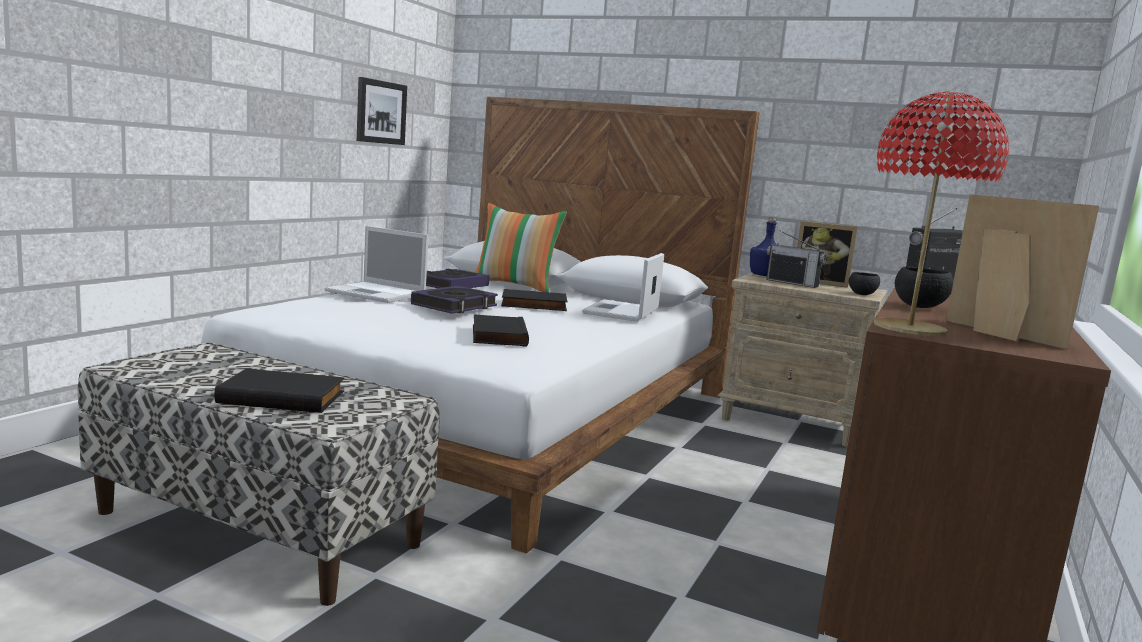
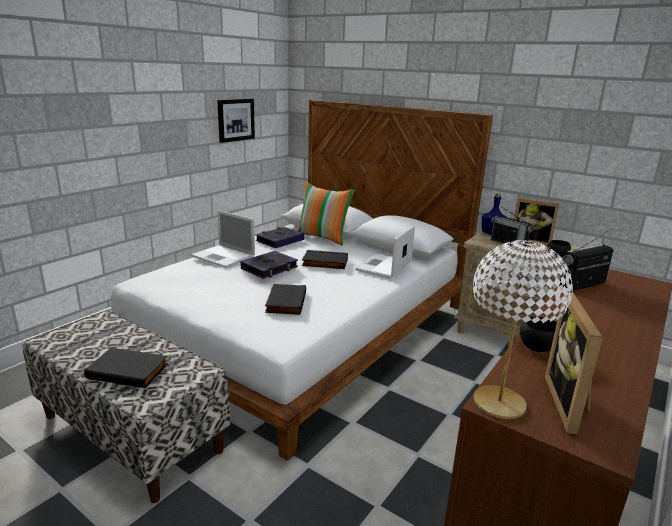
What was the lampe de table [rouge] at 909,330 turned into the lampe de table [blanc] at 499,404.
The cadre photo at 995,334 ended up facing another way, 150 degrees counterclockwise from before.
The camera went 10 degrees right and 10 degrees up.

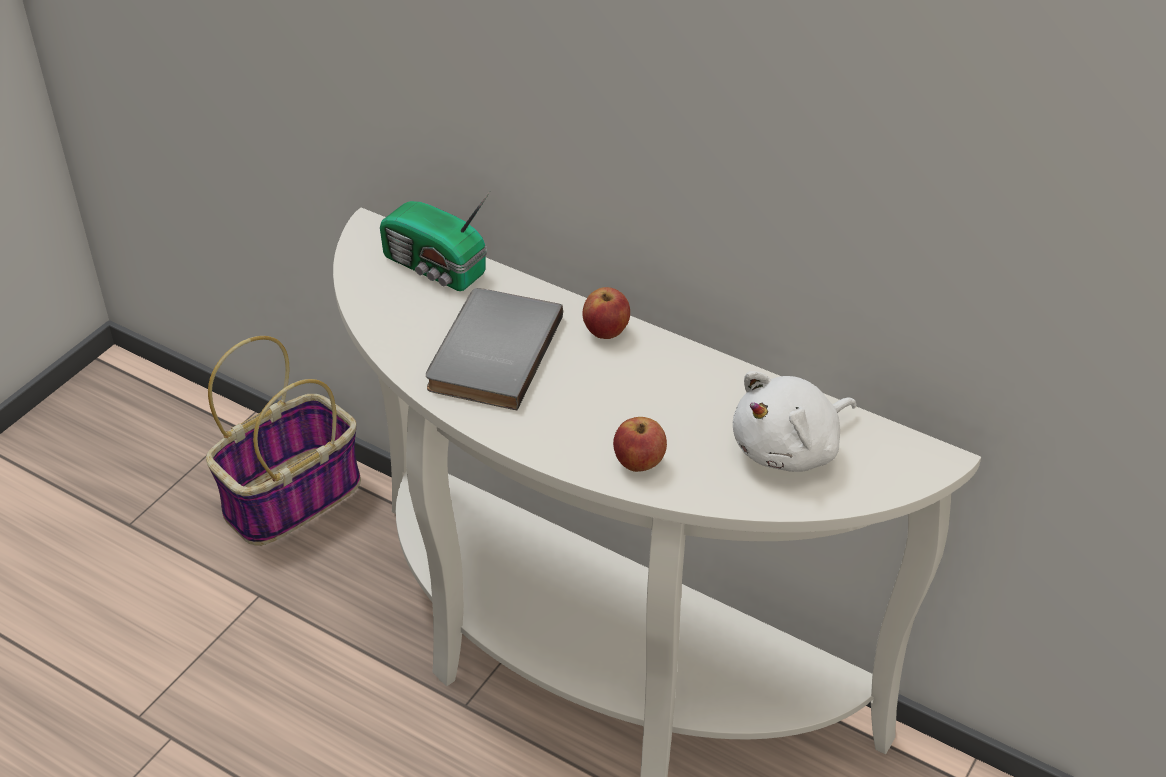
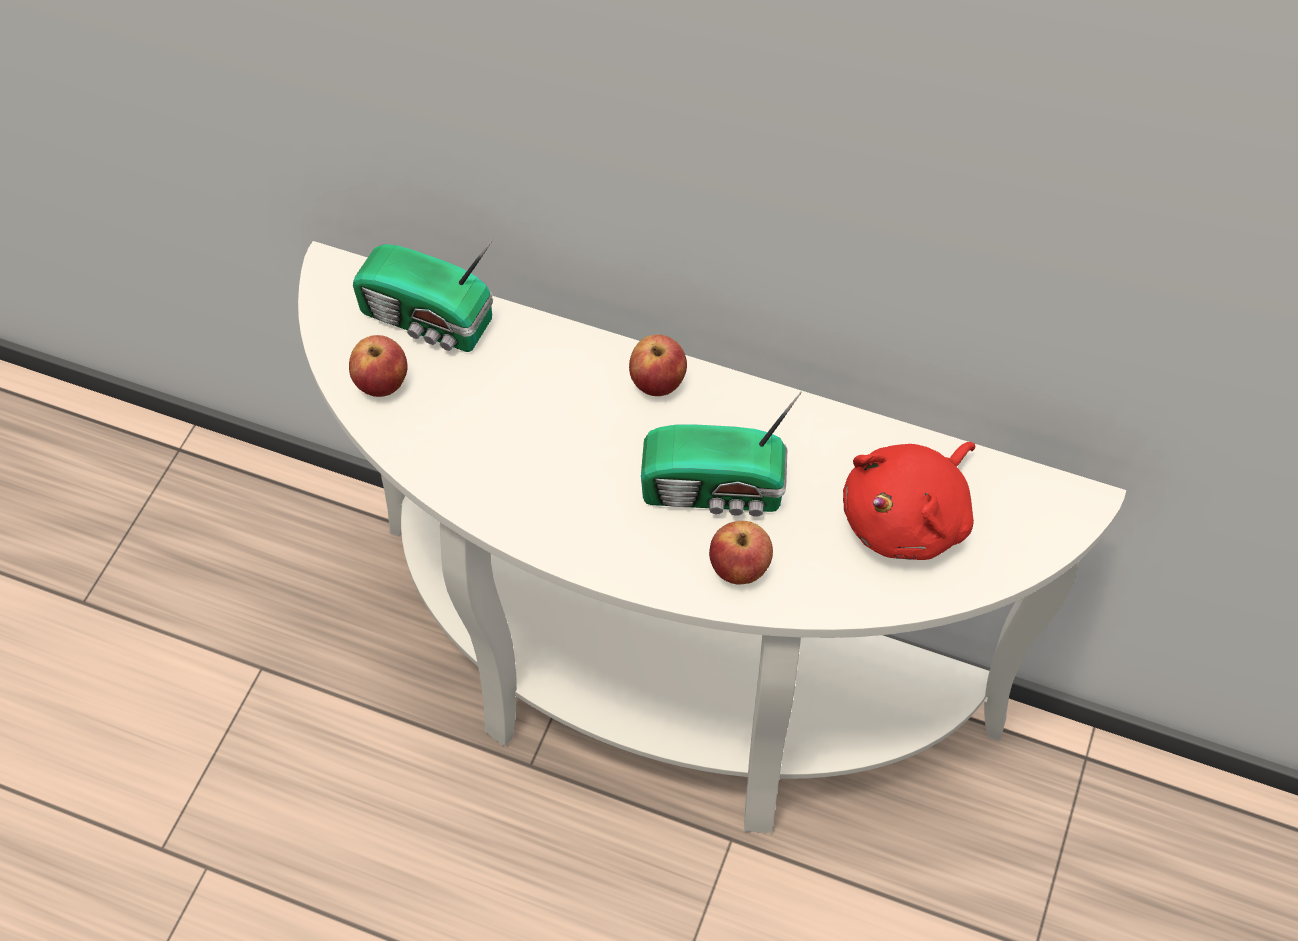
The second view lost the panier at 293,496.
The second view lost the livre [gris] at 490,352.
What was the peluche [blanc] at 790,449 turned into the peluche [rouge] at 909,517.
The second view gained the pomme at 383,383.
The second view gained the radio at 717,491.
The camera went 10 degrees left and 15 degrees up.

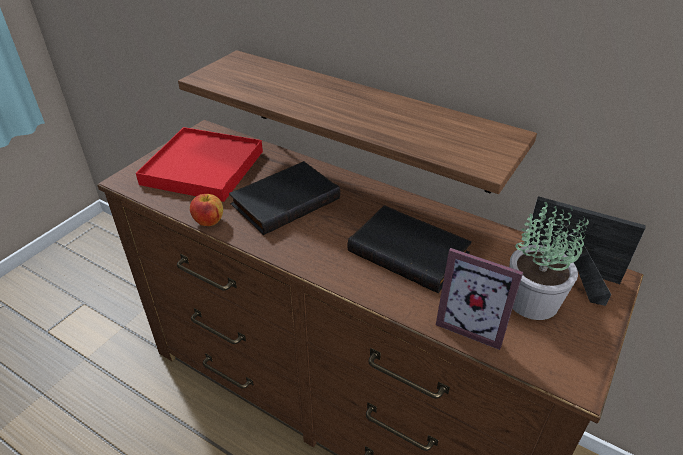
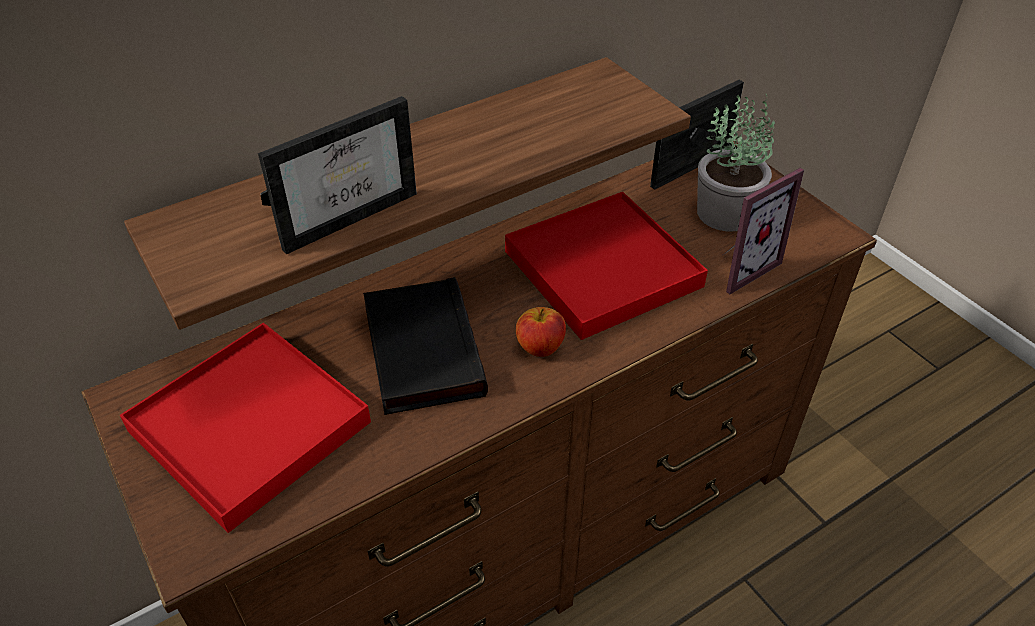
The pomme ended up elsewhere, having gone from 209,221 to 540,347.
Where the livre [noir] stood at 410,251, the plateau [rouge] came to stand at 602,268.
The second view gained the cadre photo at 346,212.
The camera went 65 degrees left and 5 degrees up.

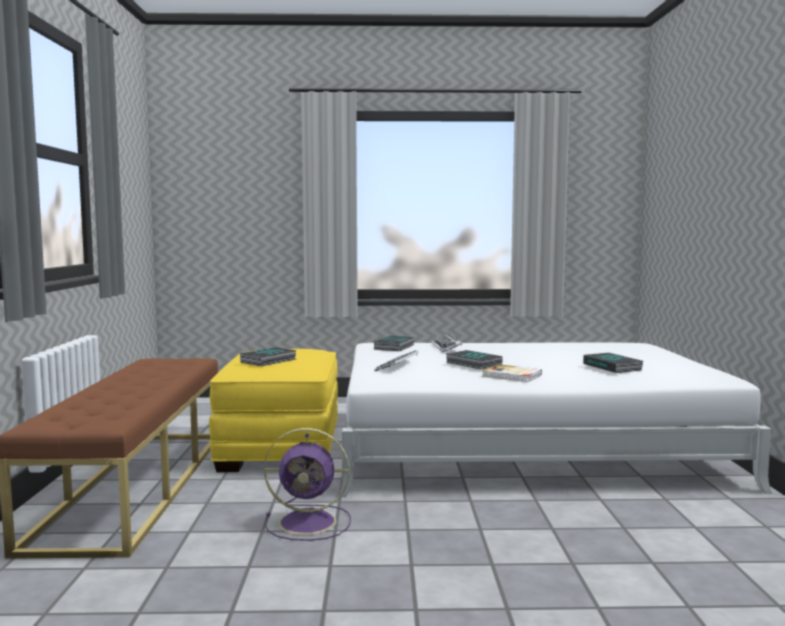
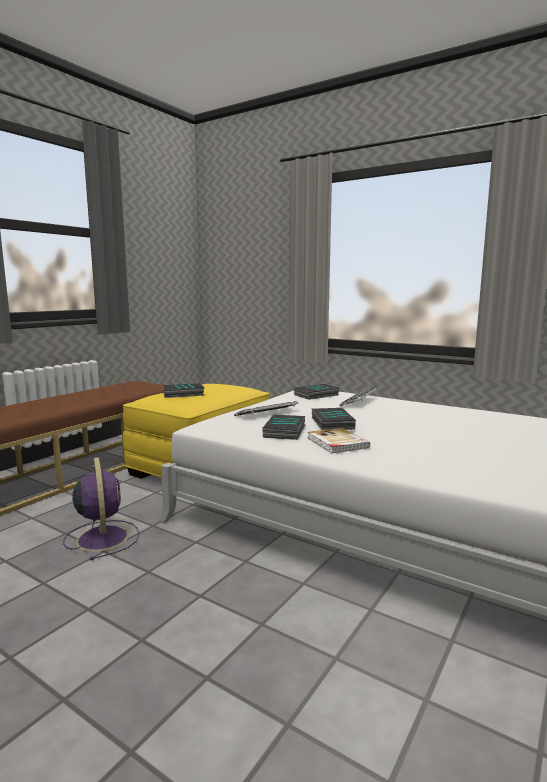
The ventilateur [violet] at 310,522 ended up facing another way, 150 degrees counterclockwise from before.
The livre ended up elsewhere, having gone from 613,367 to 285,431.
The camera went 35 degrees right and 5 degrees up.

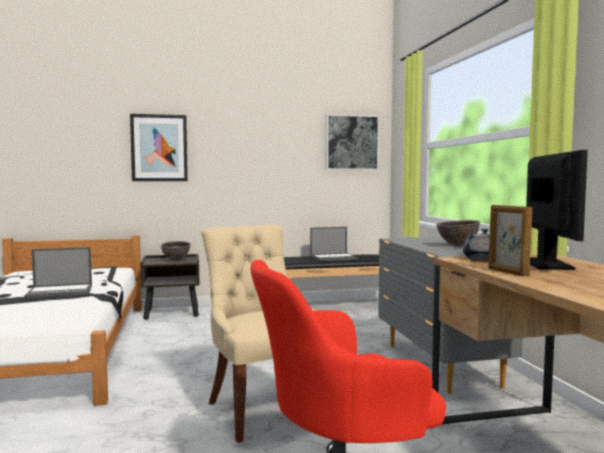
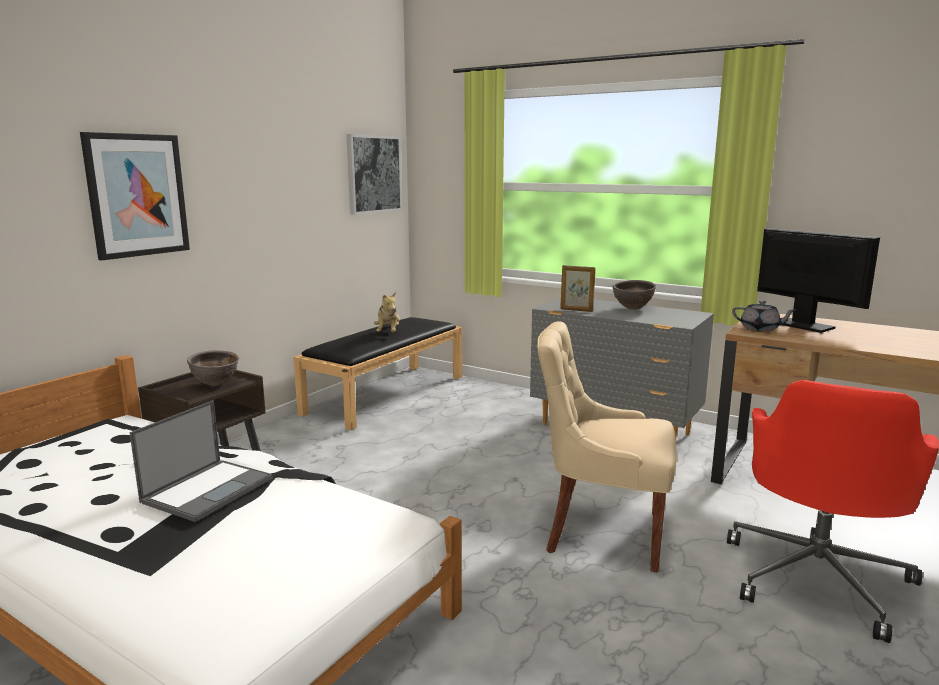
Where the ordinateur portable stood at 334,258, the peluche came to stand at 388,333.
The cadre photo ended up elsewhere, having gone from 507,272 to 576,310.
The camera went 45 degrees left and 10 degrees up.

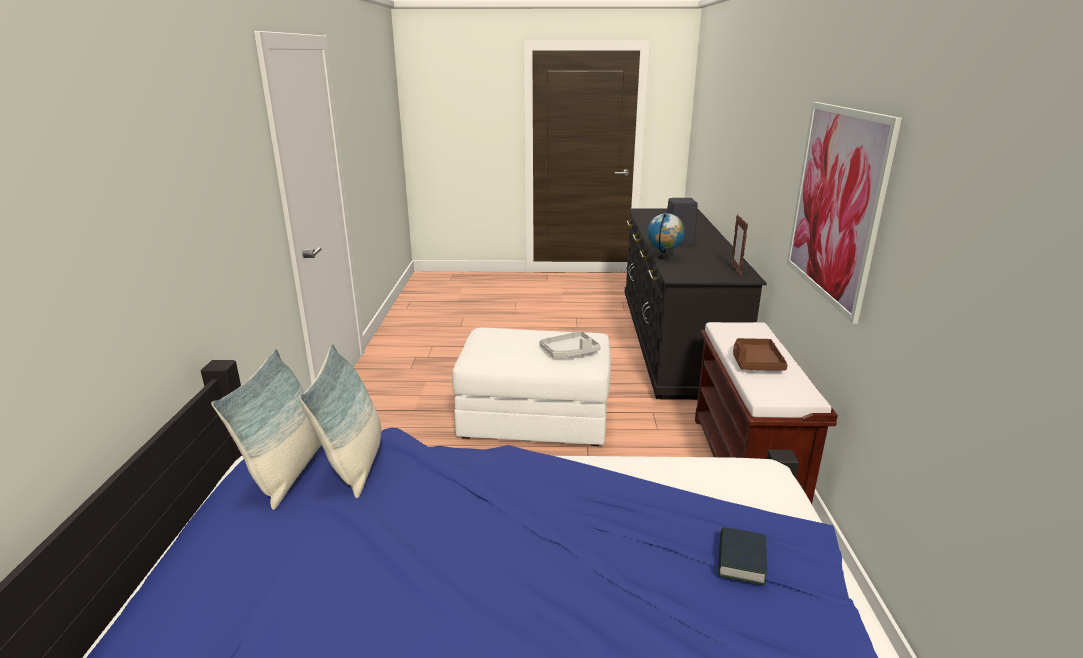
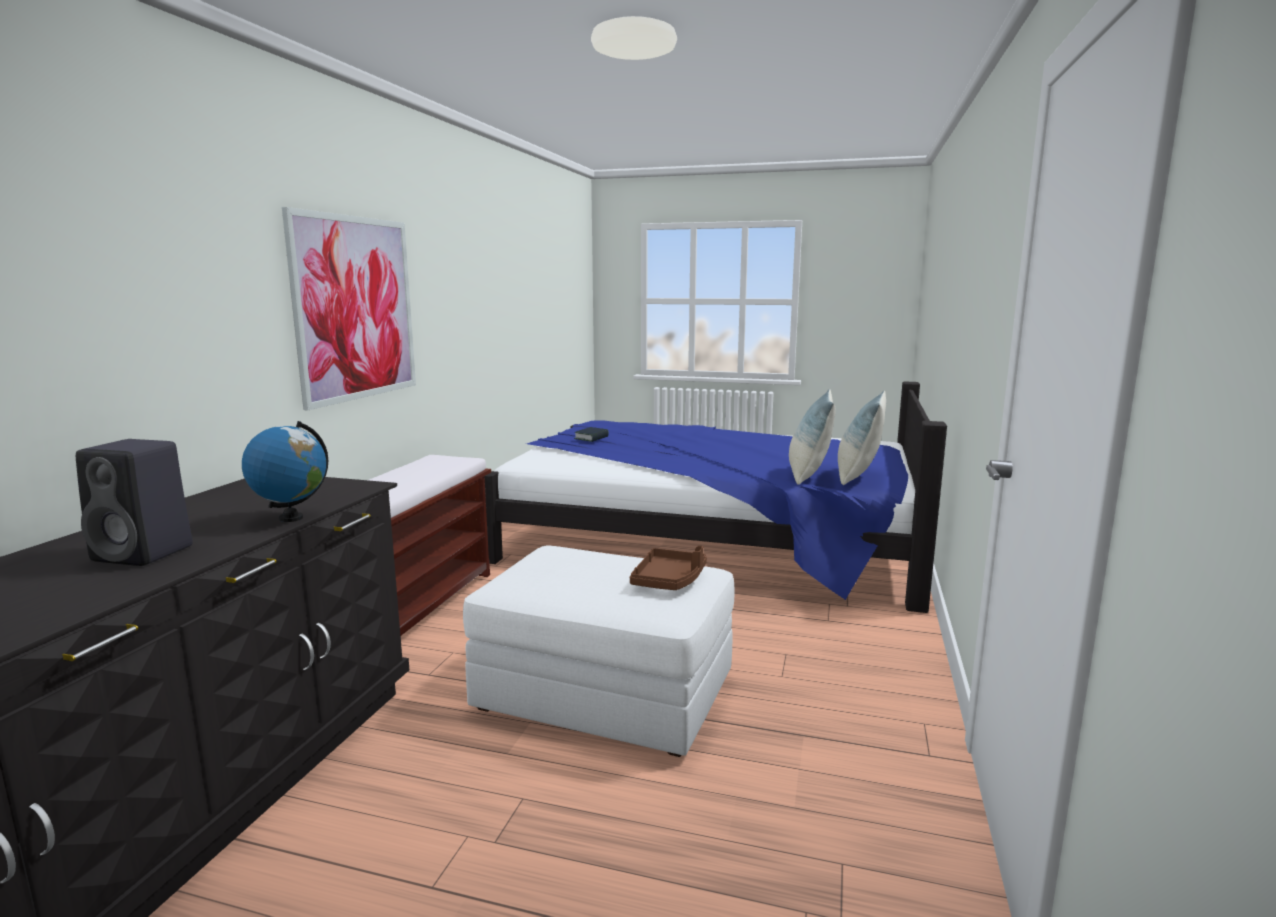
The second view lost the plateau [gris] at 570,352.
The second view lost the cadre photo at 736,270.
The plateau [marron] ended up elsewhere, having gone from 755,362 to 669,580.
The camera went 165 degrees left and 10 degrees down.

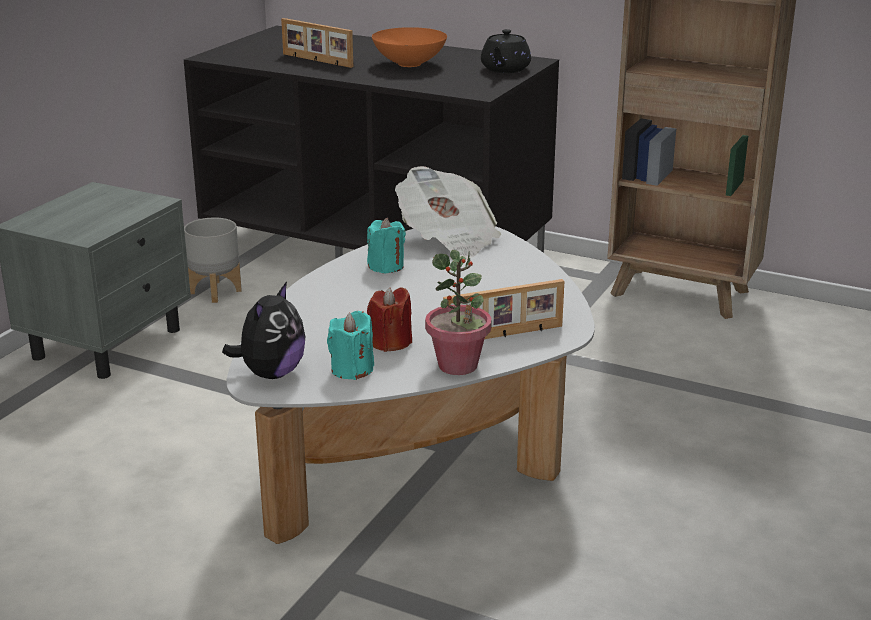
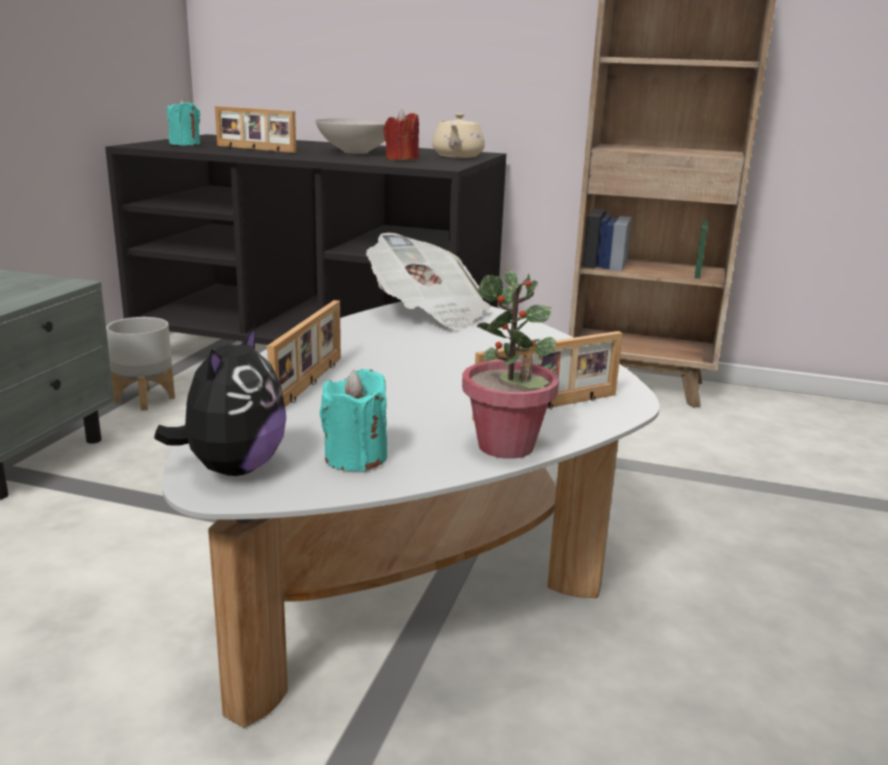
The bougie [turquoise] ended up elsewhere, having gone from 386,266 to 185,144.
The bougie [rouge] ended up elsewhere, having gone from 390,342 to 401,159.
What was the bol [orange] at 408,64 turned into the bol [blanc] at 354,152.
What was the théière [noir] at 505,69 turned into the théière [beige] at 457,156.
The second view gained the cadre photo at 310,384.
The camera went 10 degrees left and 5 degrees down.

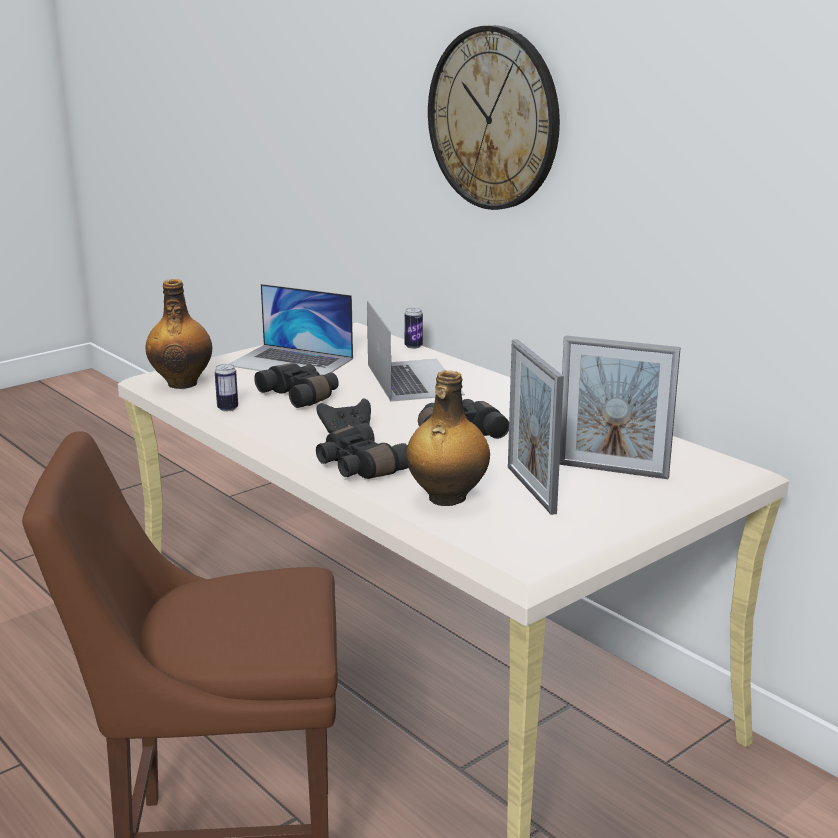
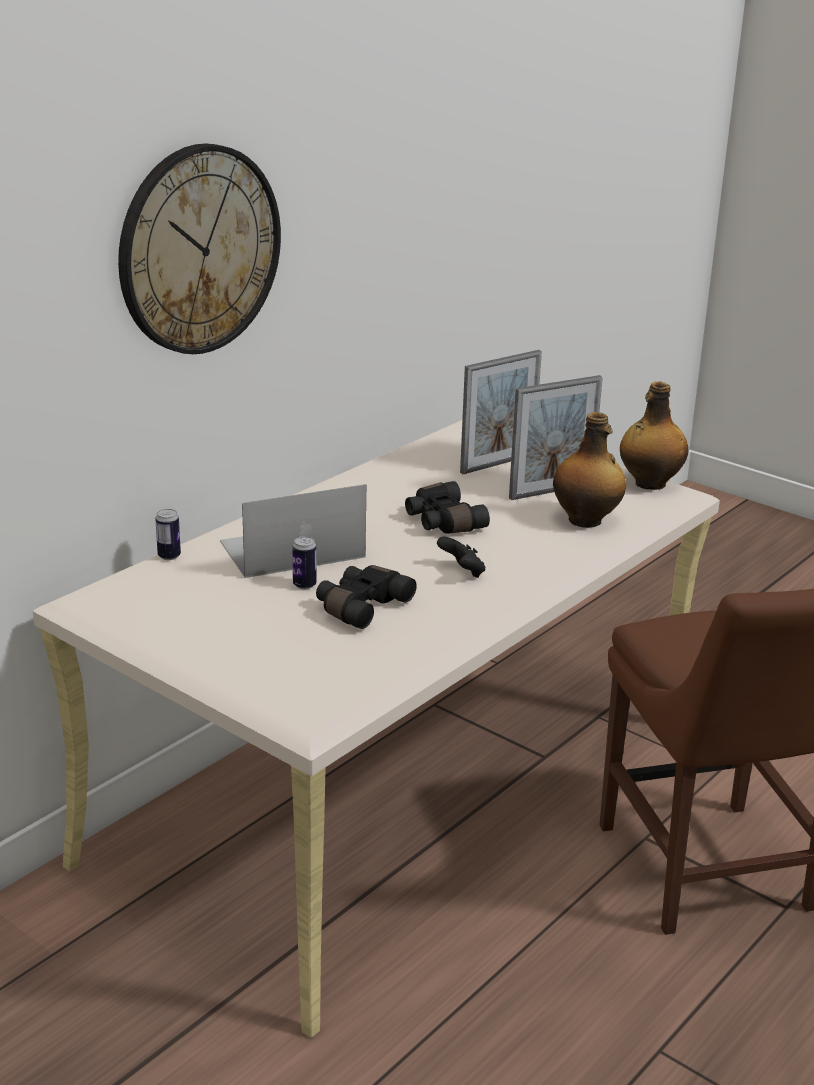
The bouteille ended up elsewhere, having gone from 182,383 to 649,484.
The boîte métallique ended up elsewhere, having gone from 227,408 to 304,585.
The second view lost the ordinateur portable at 291,362.
The second view lost the jumelles [noir] at 358,467.
The cadre photo at 612,470 ended up facing another way, 45 degrees clockwise from before.
The camera went 100 degrees left and 5 degrees up.

